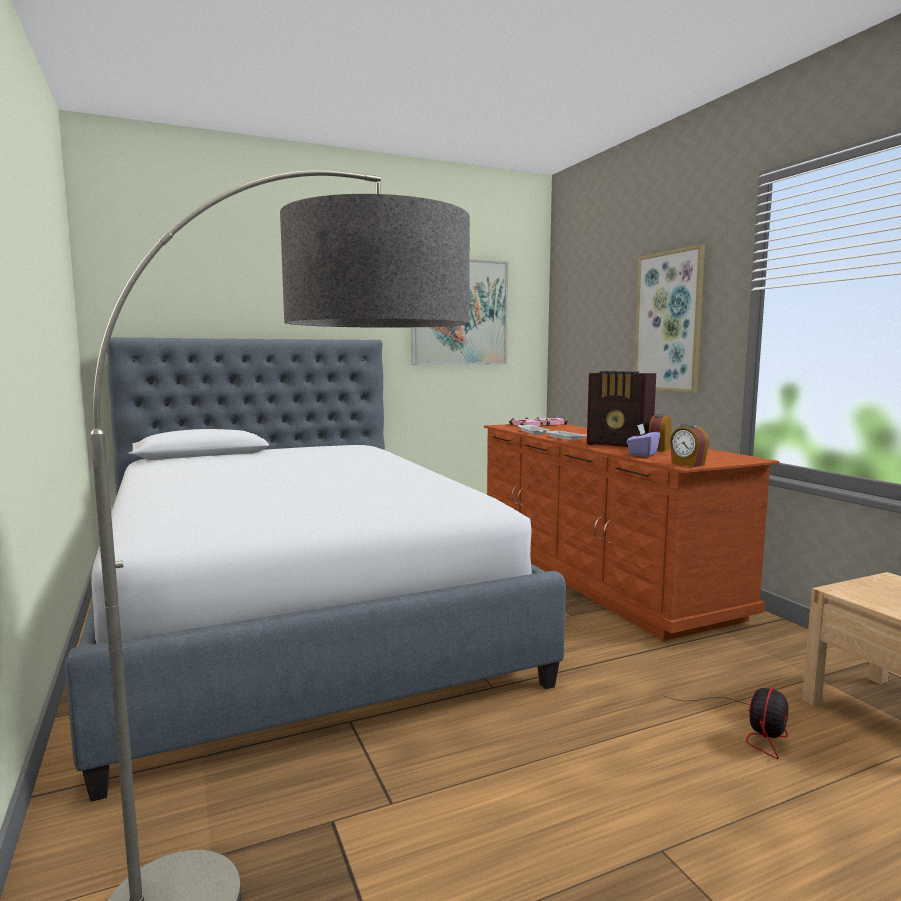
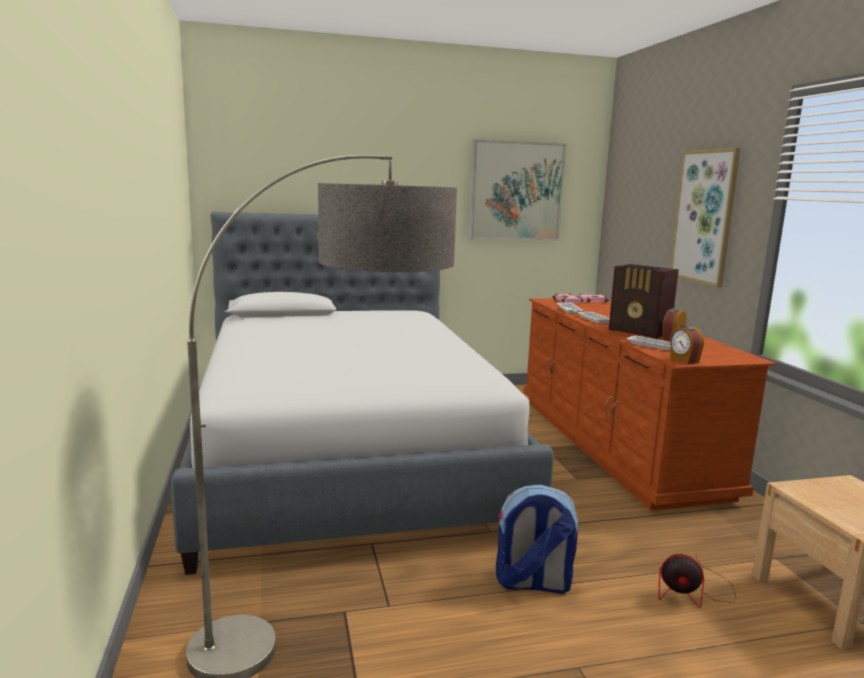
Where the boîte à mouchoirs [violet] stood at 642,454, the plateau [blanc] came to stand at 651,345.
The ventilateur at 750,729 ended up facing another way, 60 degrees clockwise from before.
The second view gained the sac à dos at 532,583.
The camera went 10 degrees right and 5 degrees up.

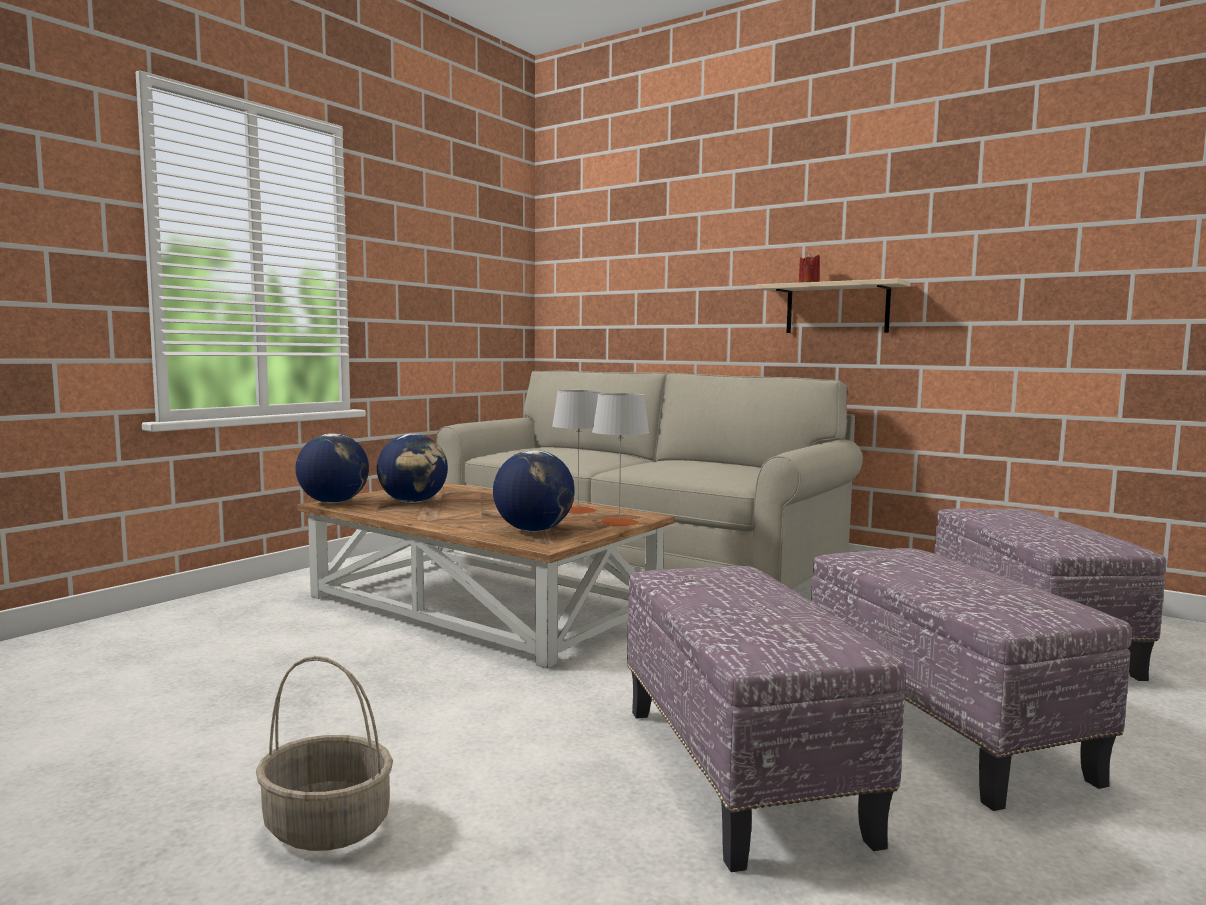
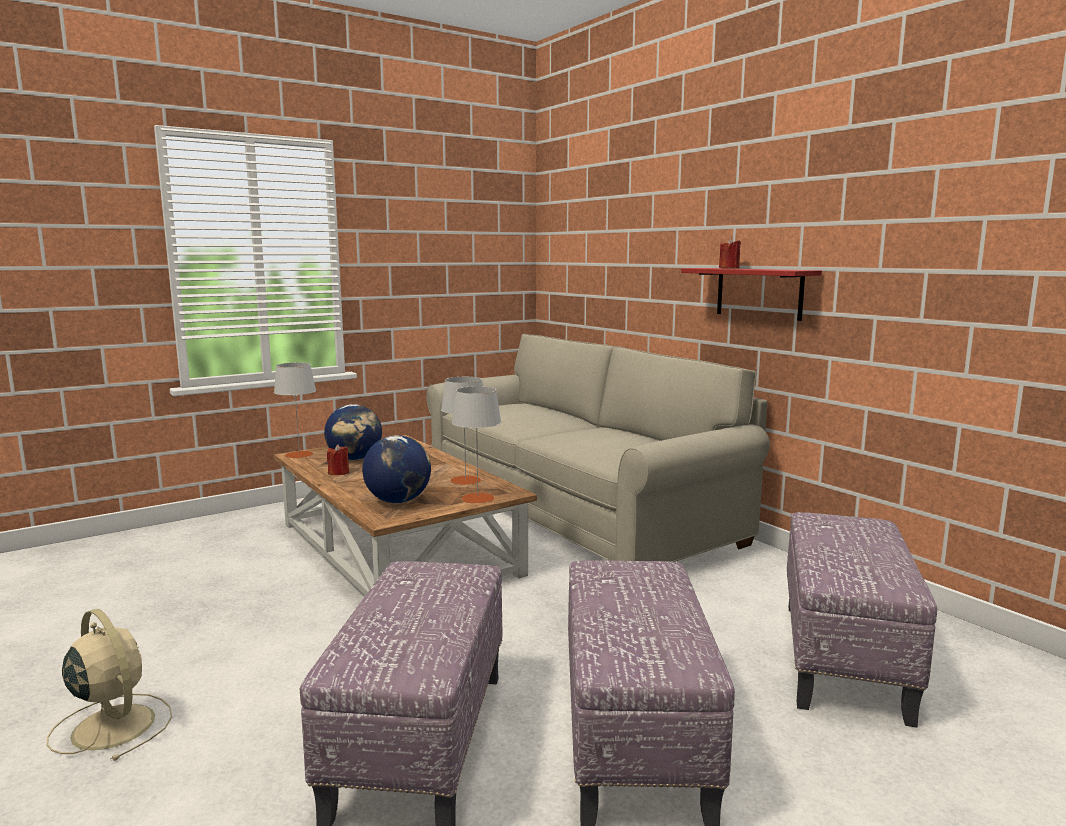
Where the panier stood at 325,826, the ventilateur [beige] came to stand at 112,725.
Where the globe stood at 333,502, the lampe de table [gris] came to stand at 299,454.
What was the étagère [beige] at 837,308 turned into the étagère [rouge] at 759,293.
The second view gained the bougie [rouge] at 339,473.
The camera went 20 degrees right and 5 degrees up.

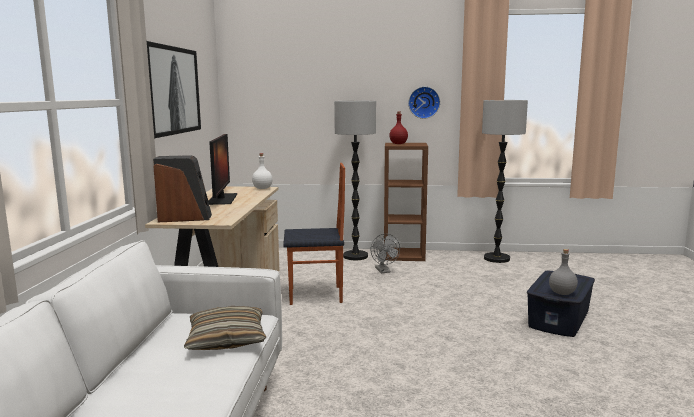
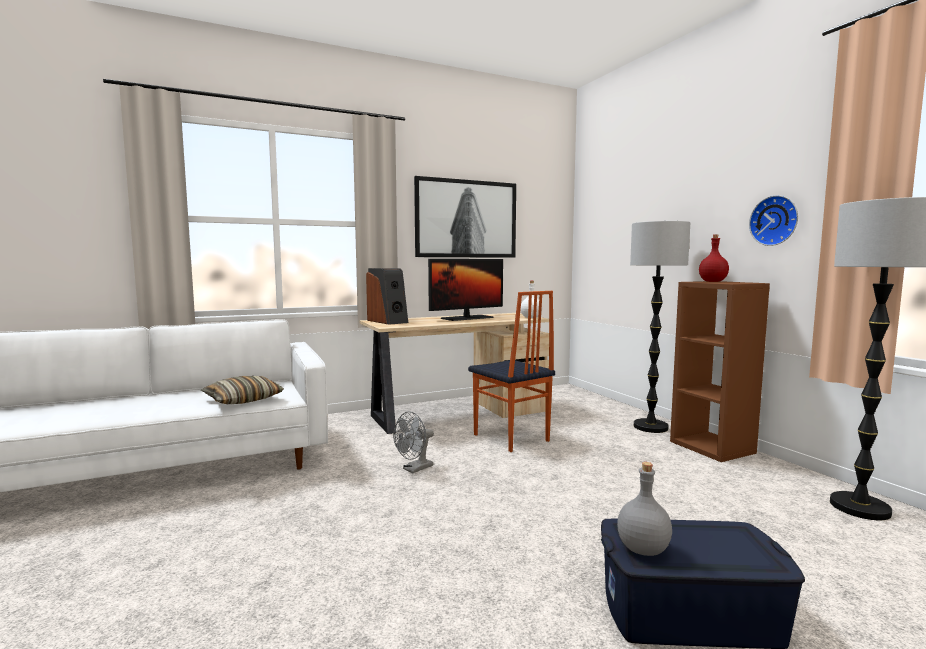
The ventilateur [gris] ended up elsewhere, having gone from 384,271 to 414,469.
The camera went 60 degrees right and 5 degrees down.

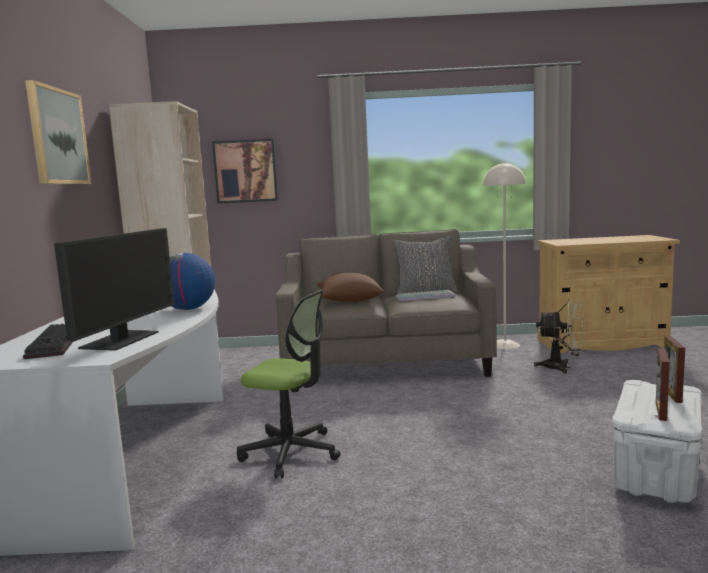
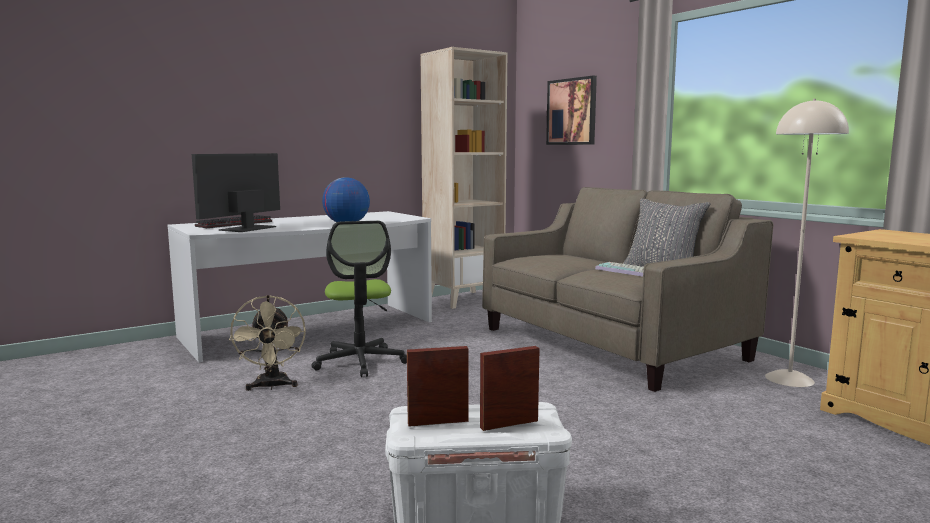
The second view lost the tableau at 57,137.
The écran d'ordinateur at 121,340 ended up facing another way, 135 degrees clockwise from before.
The second view lost the coussin [marron] at 349,301.
The ventilateur [beige] ended up elsewhere, having gone from 562,367 to 272,386.
The camera went 55 degrees right and 0 degrees up.

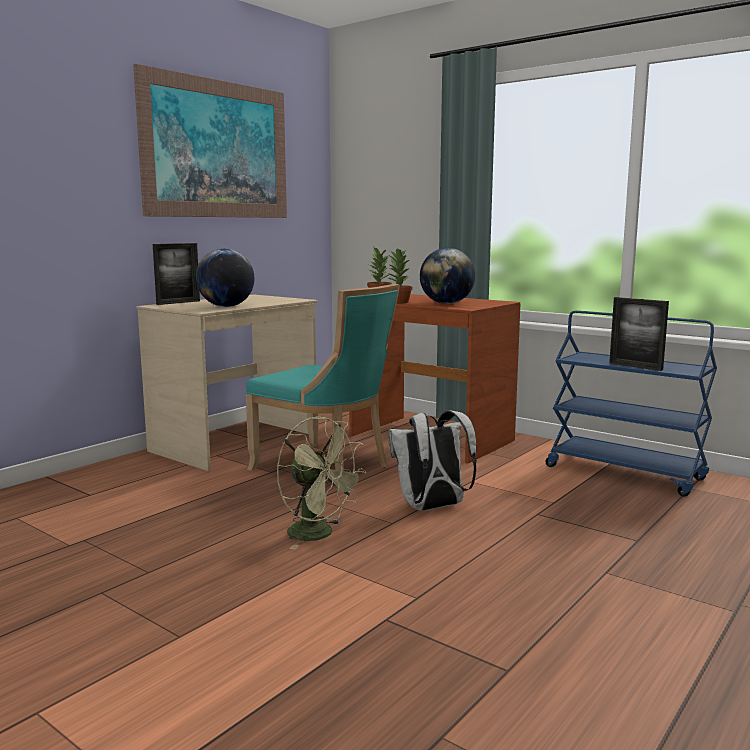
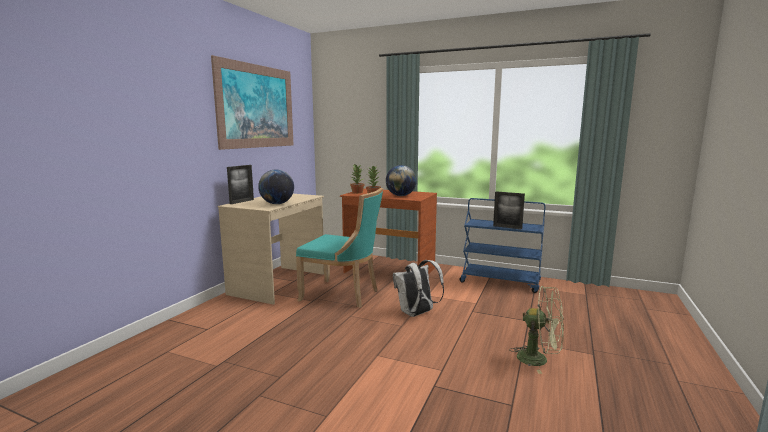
The ventilateur [vert] ended up elsewhere, having gone from 319,535 to 539,360.
The camera went 15 degrees left and 0 degrees up.

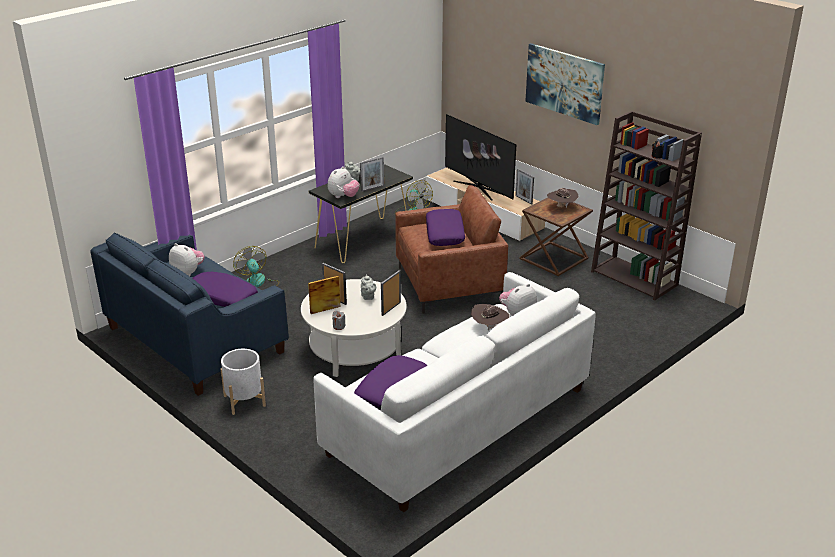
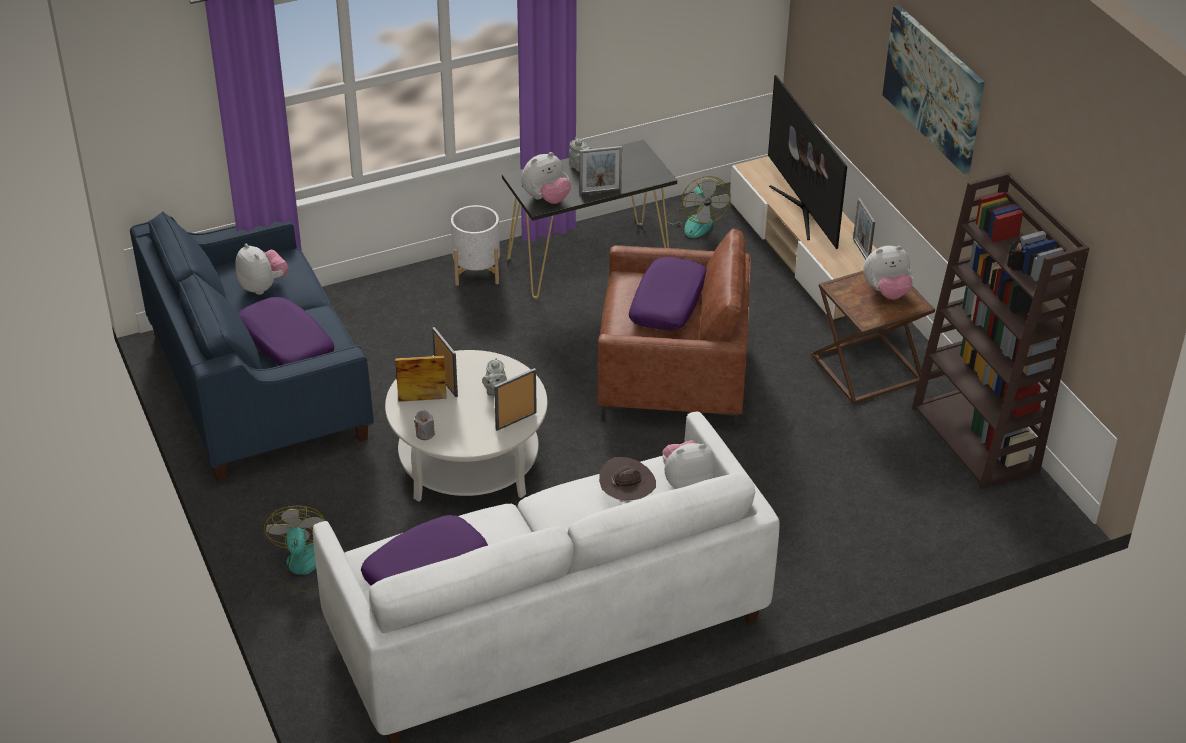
The cache-pot [blanc] ended up elsewhere, having gone from 244,401 to 476,271.
The ventilateur ended up elsewhere, having gone from 258,284 to 306,567.
Where the chapeau [marron] stood at 561,207, the peluche came to stand at 886,292.
The camera went 20 degrees right and 10 degrees up.

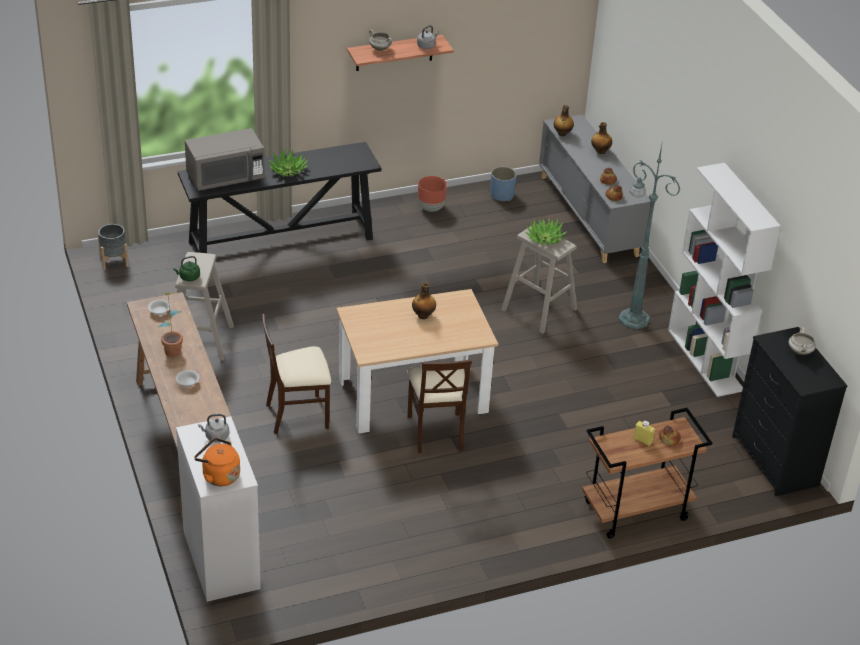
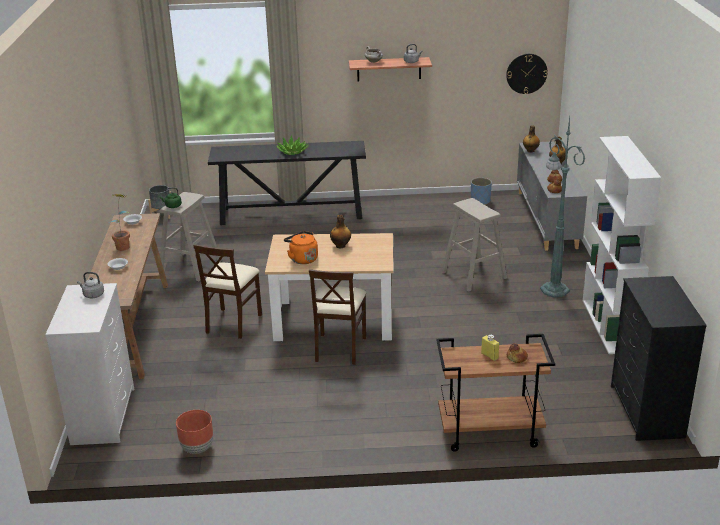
The second view lost the micro-ondes [gris] at 225,177.
The bouilloire [orange] ended up elsewhere, having gone from 219,475 to 302,259.
The chaise [beige] at 298,415 ended up facing another way, 75 degrees counterclockwise from before.
The cache-pot [marron] ended up elsewhere, having gone from 431,208 to 197,448.
The second view lost the plante en pot at 545,238.
The second view lost the marmite [blanc] at 800,352.
The second view gained the horloge murale at 526,73.
The camera went 20 degrees right and 10 degrees down.

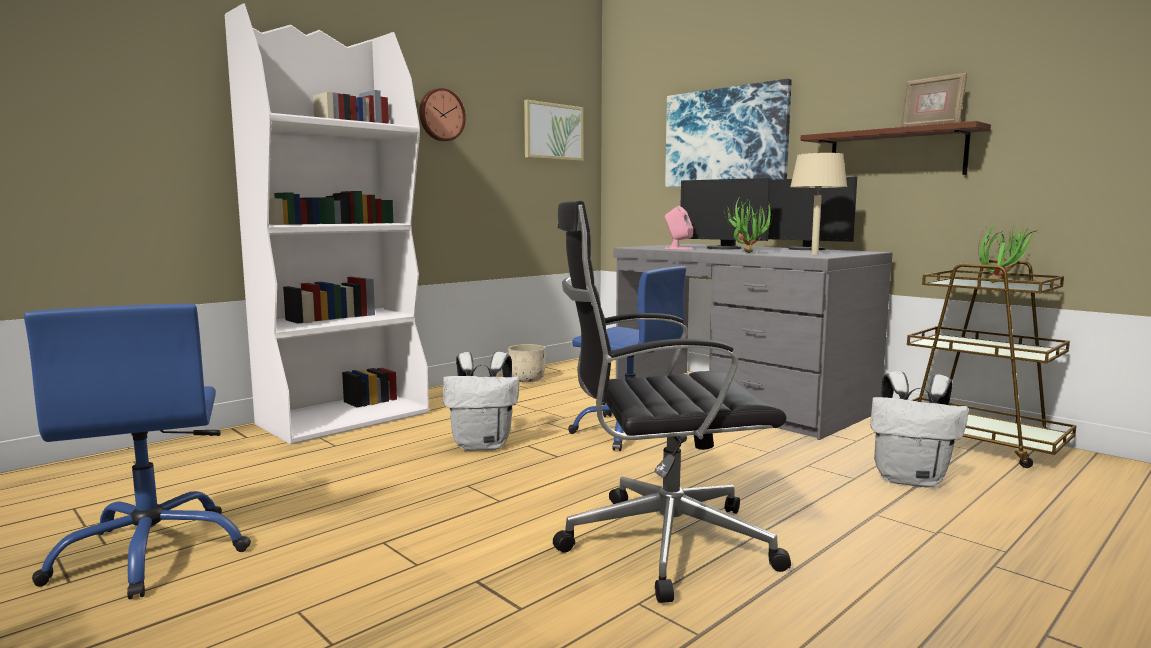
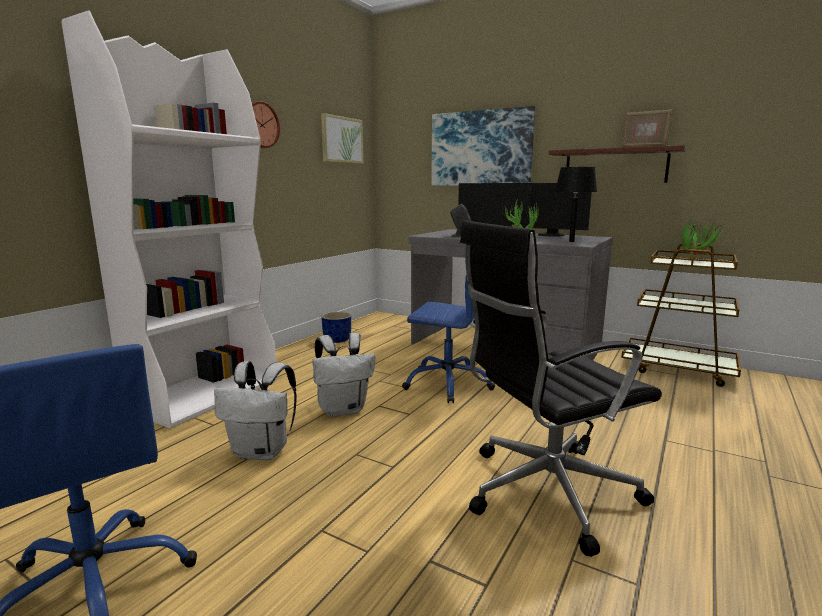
What was the cache-pot [beige] at 526,379 turned into the cache-pot [bleu] at 336,340.
What was the enceinte [rose] at 678,248 turned into the enceinte [gris] at 460,236.
What was the lampe de table [beige] at 814,254 turned into the lampe de table [noir] at 571,241.
The sac à dos [blanc] ended up elsewhere, having gone from 911,479 to 262,451.
The camera went 15 degrees left and 5 degrees up.

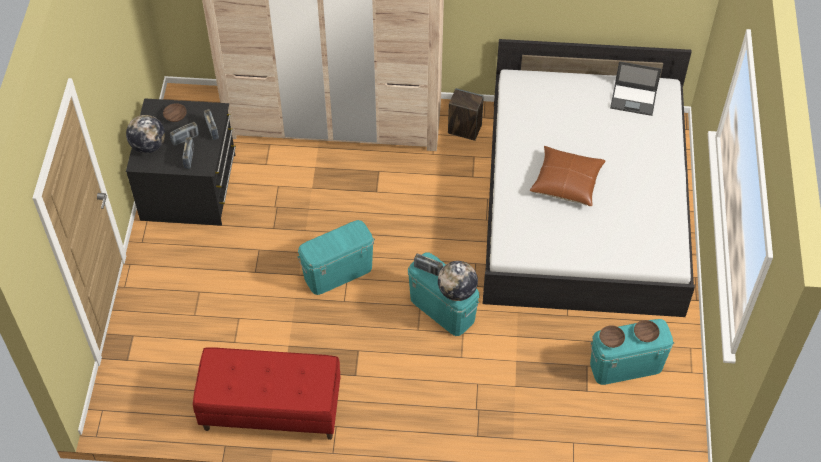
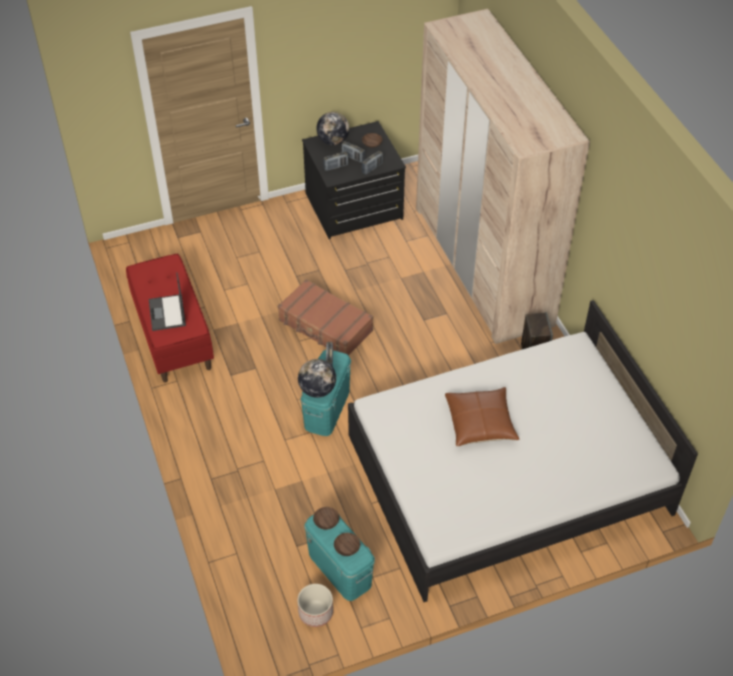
Where the boîte de rangement [turquoise] stood at 338,272, the valise [marron] came to stand at 325,326.
The ordinateur portable ended up elsewhere, having gone from 634,99 to 167,313.
The second view gained the cache-pot at 315,612.
The camera went 65 degrees right and 5 degrees down.

